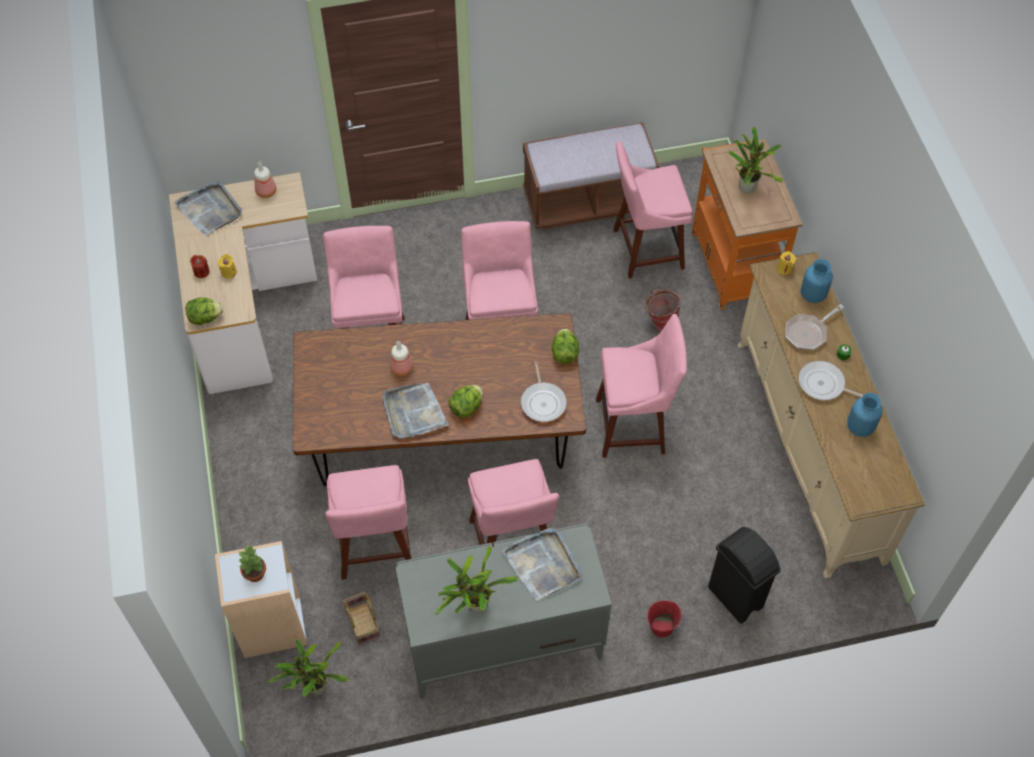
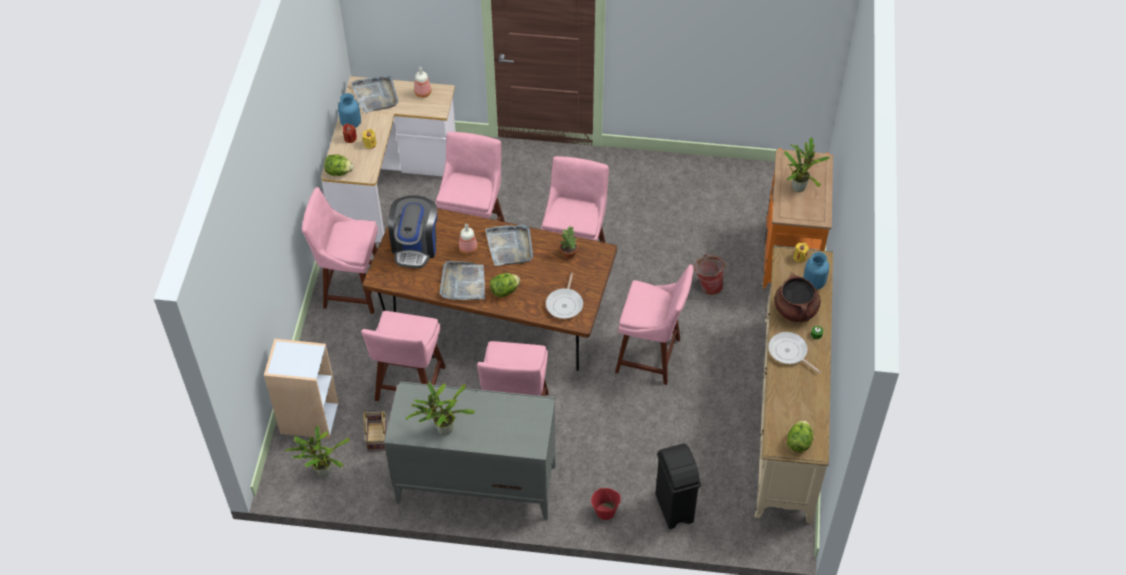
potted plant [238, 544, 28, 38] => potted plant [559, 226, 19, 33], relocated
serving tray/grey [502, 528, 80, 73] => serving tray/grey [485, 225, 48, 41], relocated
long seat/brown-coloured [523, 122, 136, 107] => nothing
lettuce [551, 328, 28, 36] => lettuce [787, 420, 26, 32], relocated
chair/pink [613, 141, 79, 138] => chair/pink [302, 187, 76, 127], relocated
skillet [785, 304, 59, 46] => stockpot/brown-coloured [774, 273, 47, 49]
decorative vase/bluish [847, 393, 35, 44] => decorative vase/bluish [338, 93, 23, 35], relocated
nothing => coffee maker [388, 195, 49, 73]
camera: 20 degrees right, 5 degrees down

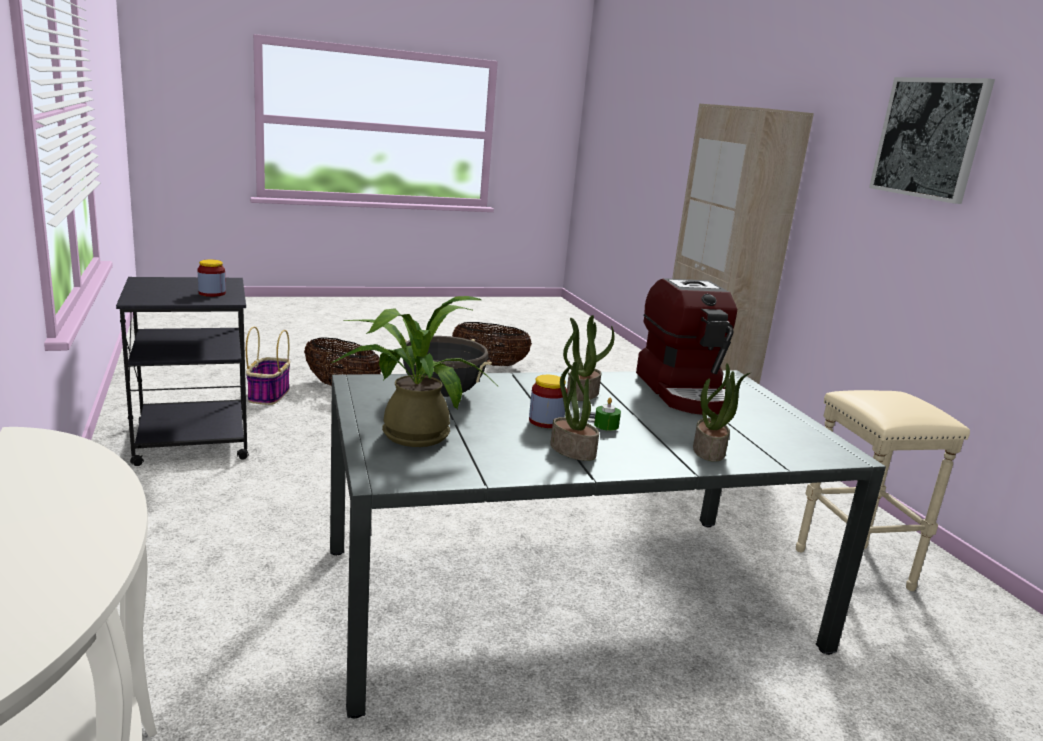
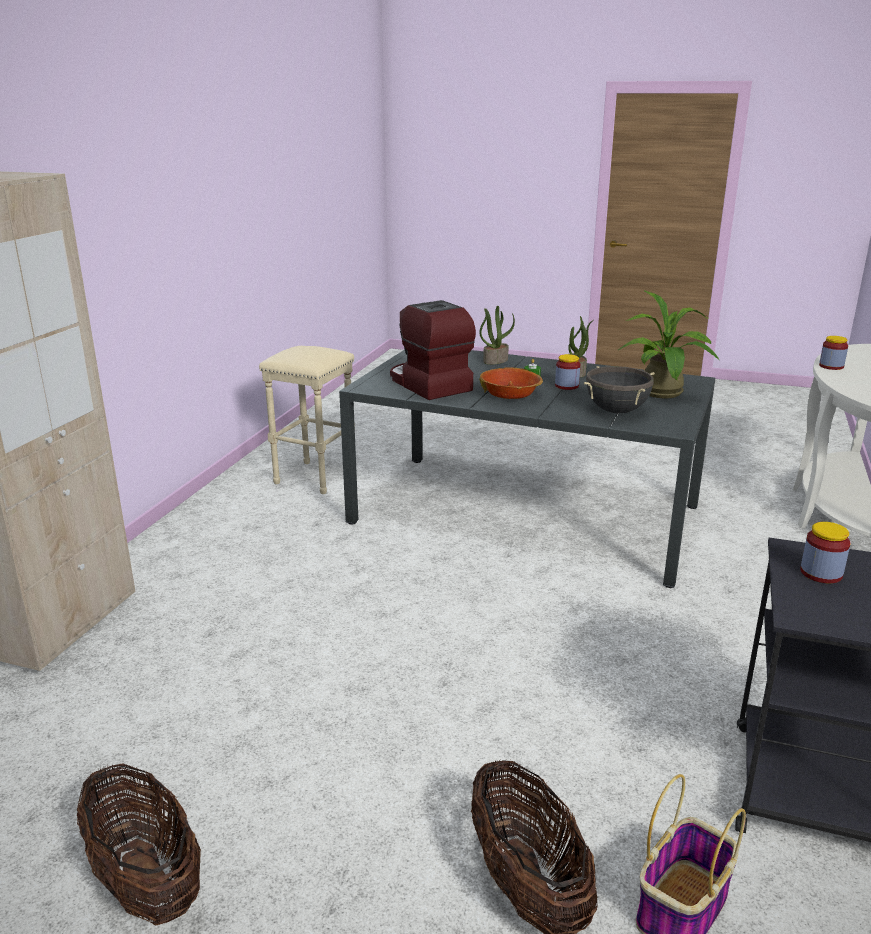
potted plant [563, 315, 51, 86] => bowl [479, 367, 64, 32]
coffee maker [636, 278, 101, 137] => coffee maker [390, 300, 86, 100], 60 degrees counterclockwise
picture [869, 77, 126, 127] => nothing
nothing => storage jar [819, 336, 29, 34]
camera: 140 degrees left, 5 degrees up

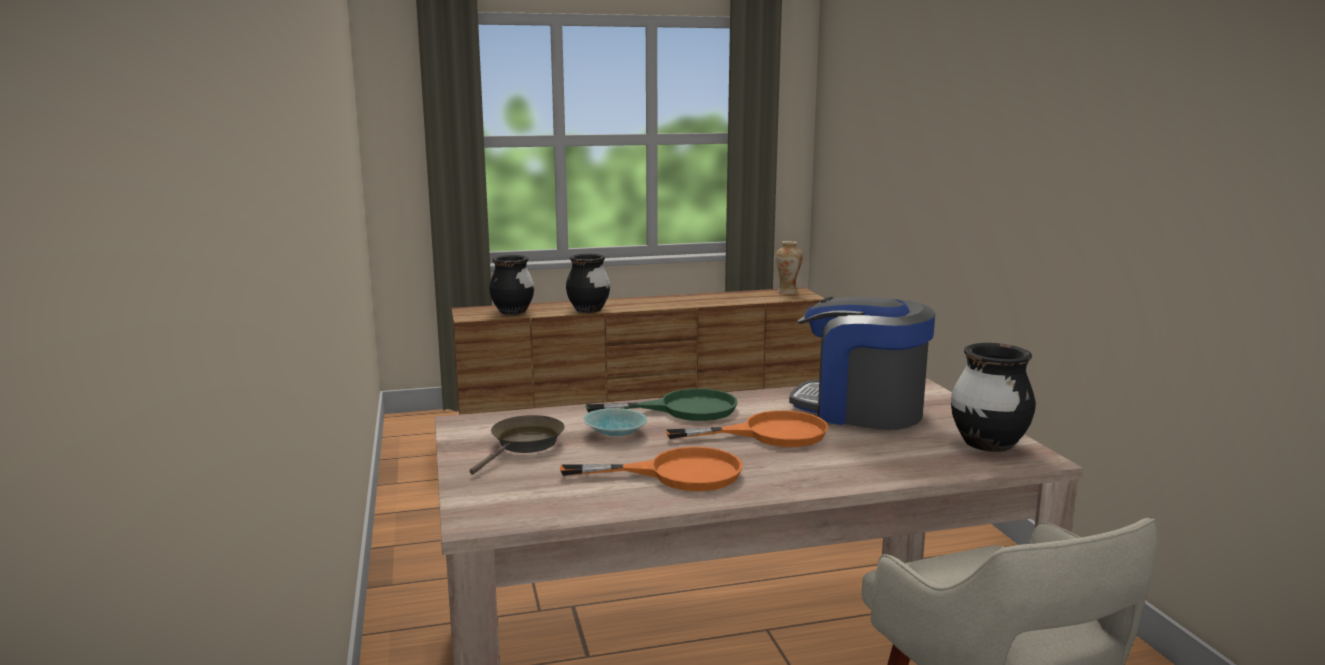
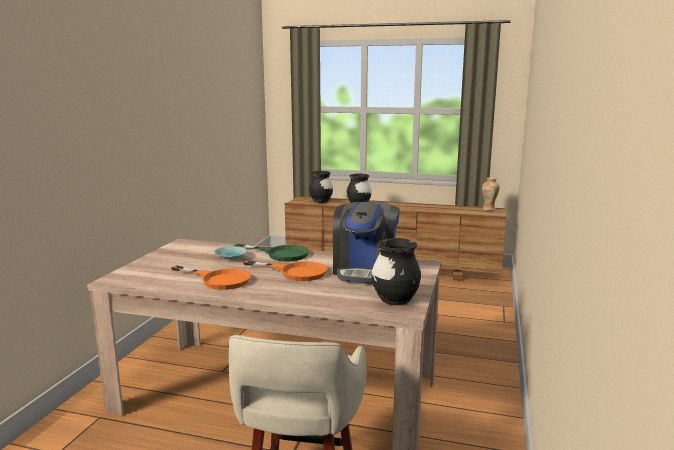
skillet/brown-coloured [469, 415, 96, 60] => nothing
coffee maker [789, 297, 146, 133] => coffee maker [333, 202, 67, 81], 135 degrees counterclockwise
camera: 30 degrees right, 0 degrees up

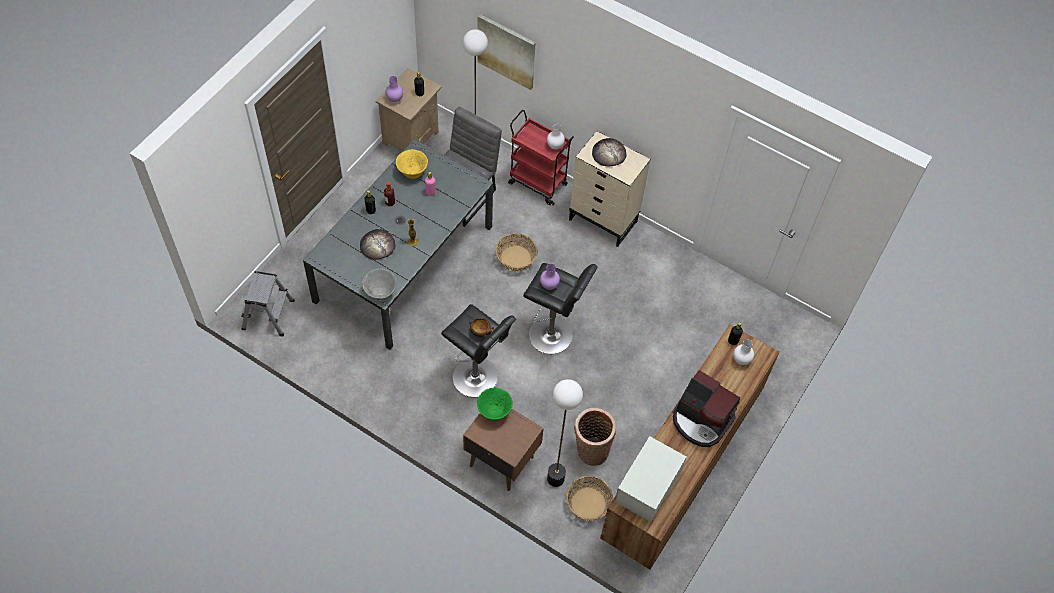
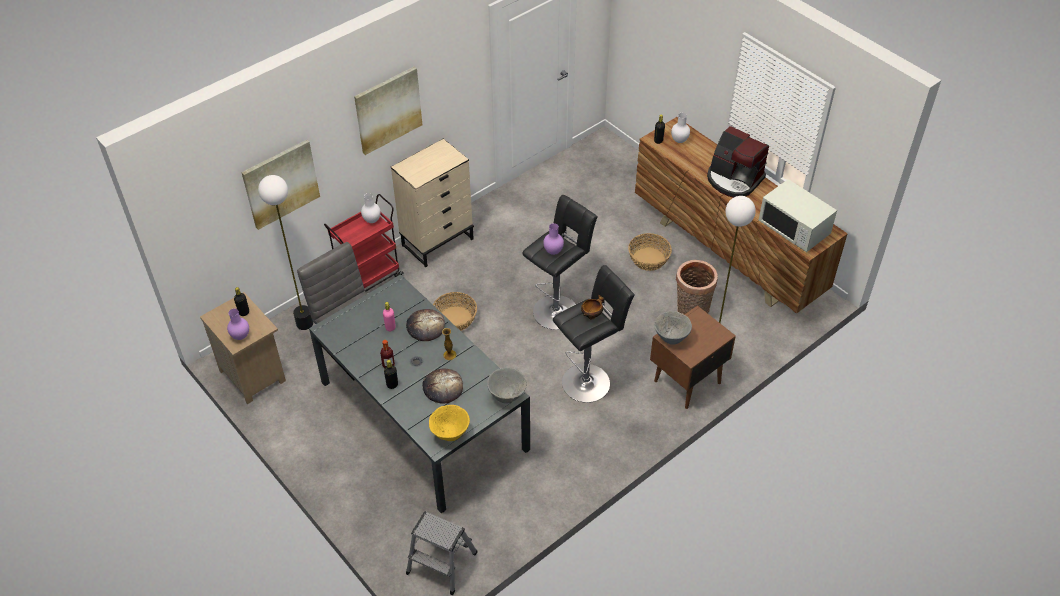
bowl/yellowish [396, 149, 32, 30] => bowl/yellowish [429, 405, 41, 36], relocated
bowl/greenish [477, 388, 36, 33] => bowl/grey [654, 311, 38, 34]
storage basket [566, 476, 47, 45] => storage basket [628, 233, 44, 38], relocated
bread [592, 138, 34, 29] => bread [406, 309, 39, 32], relocated
coffee maker [673, 370, 67, 77] => coffee maker [707, 126, 62, 72], 75 degrees clockwise
nothing => picture [354, 67, 68, 88]
camera: 70 degrees left, 10 degrees down

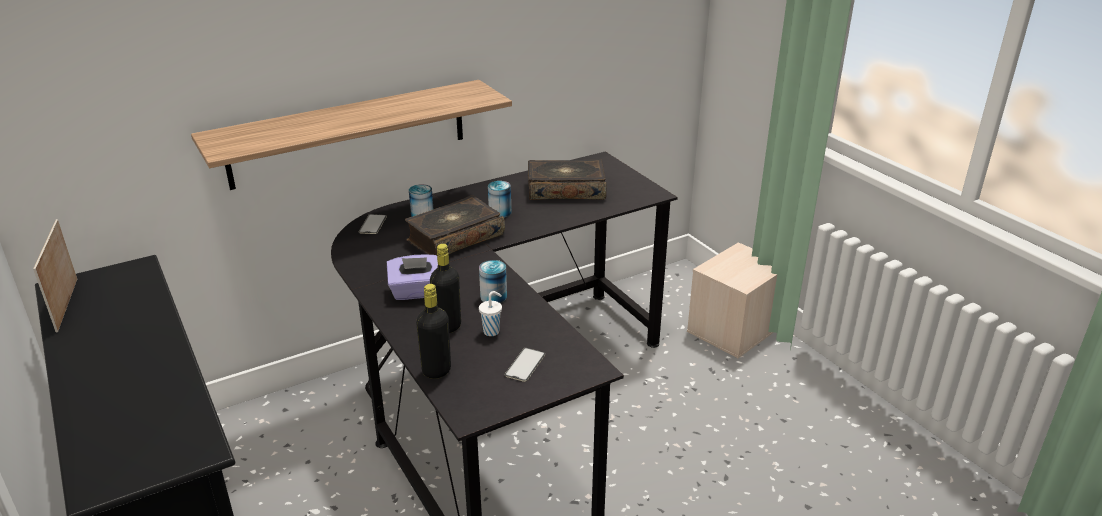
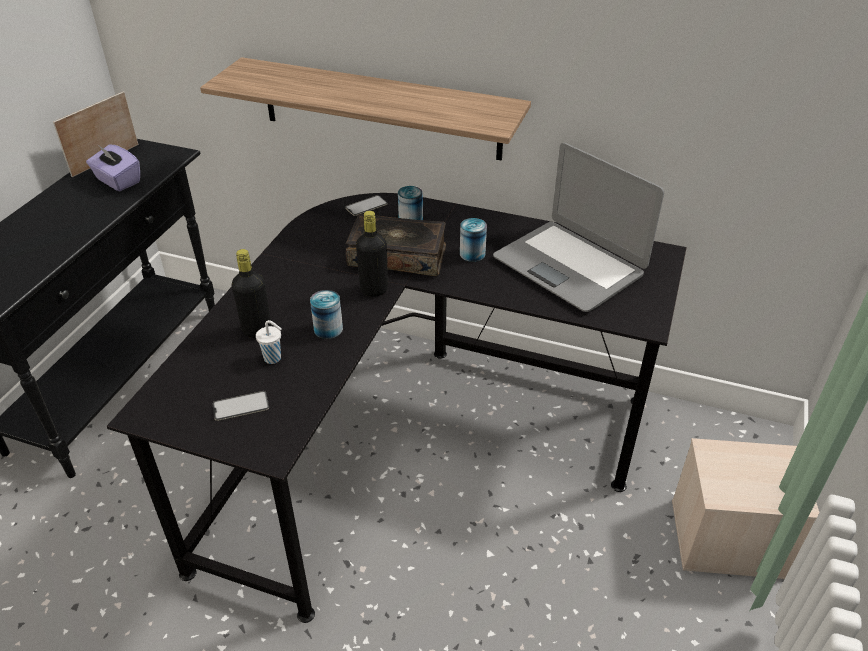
tissue holder/purple-coloured [387, 255, 51, 45] => tissue holder/purple-coloured [86, 145, 54, 46], relocated
bottle/black-coloured [416, 284, 35, 95] => bottle/black-coloured [356, 211, 32, 86], relocated
book [528, 159, 78, 41] => portable computer [493, 143, 171, 169]
camera: 50 degrees right, 10 degrees up

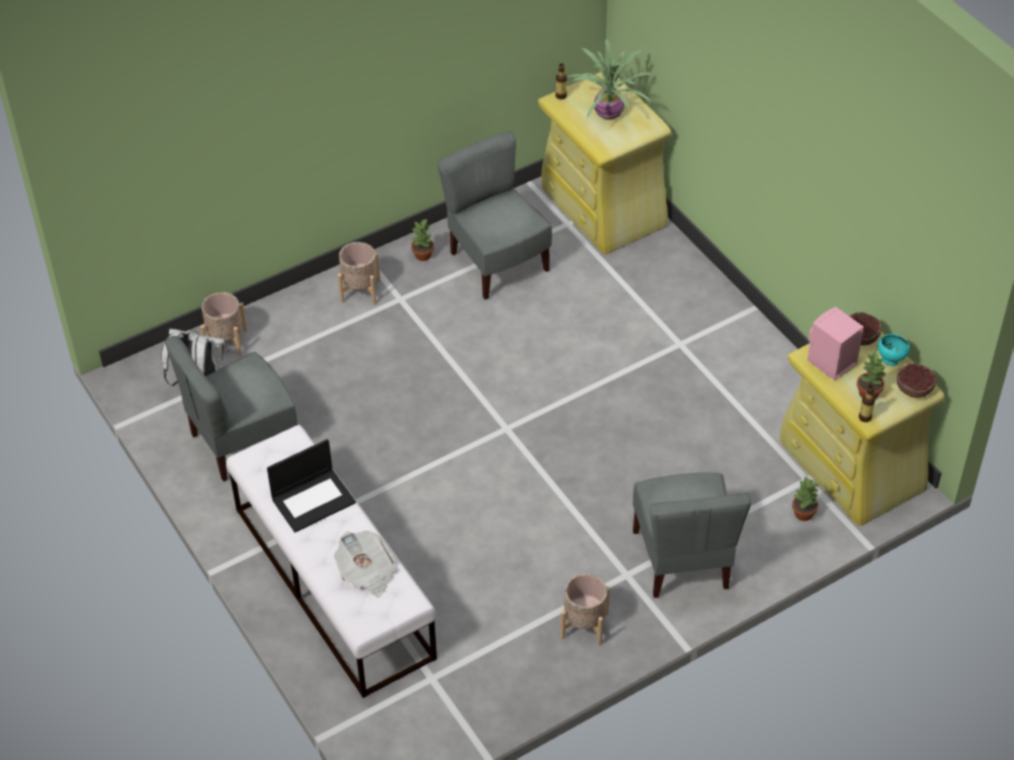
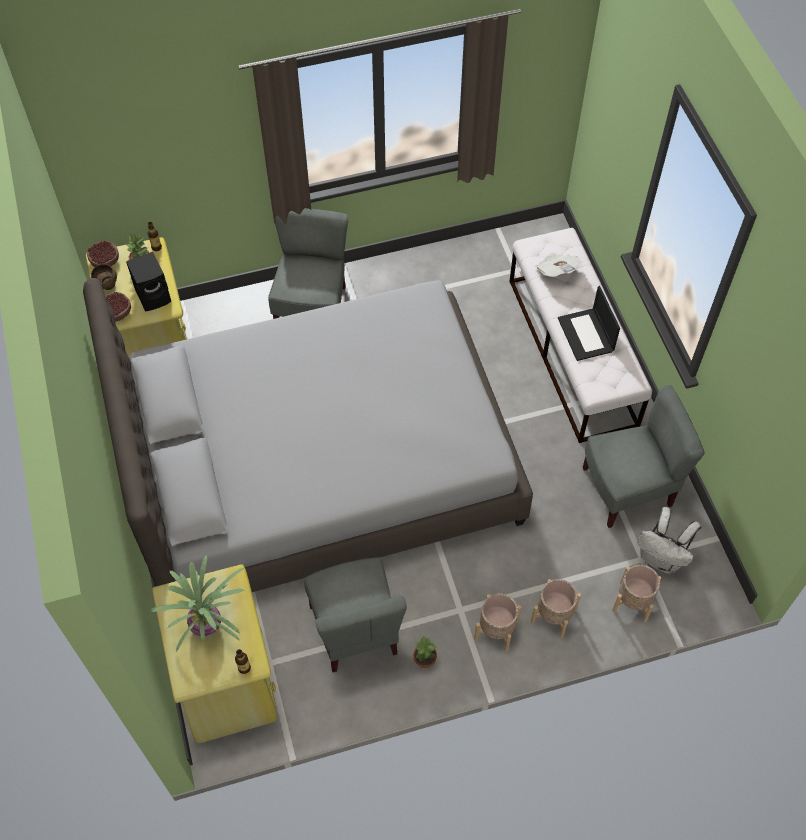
portable computer [267, 439, 89, 93] => portable computer [558, 286, 62, 75], 90 degrees counterclockwise
flower pot/sand-coloured [560, 574, 50, 72] => flower pot/sand-coloured [531, 579, 50, 59], relocated
potted plant [792, 476, 28, 45] => nothing
speaker/pink [807, 307, 57, 73] => speaker/black-coloured [126, 252, 45, 60]
bowl/turquoise [878, 334, 32, 32] => bowl/brown-coloured [91, 264, 26, 26]
nothing => sleeping bed/grey [83, 278, 450, 314]
camera: 165 degrees left, 10 degrees up

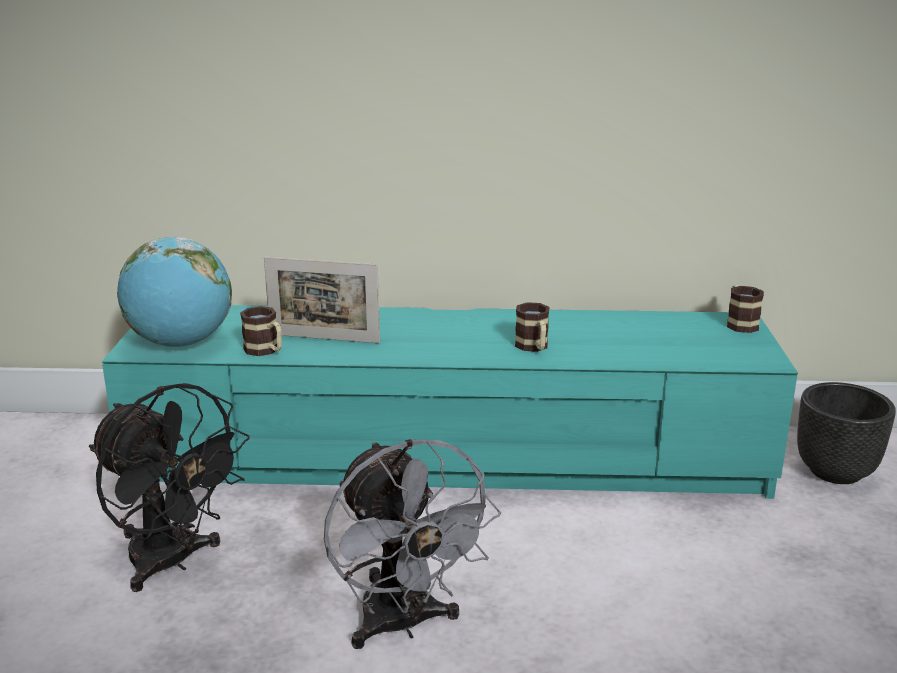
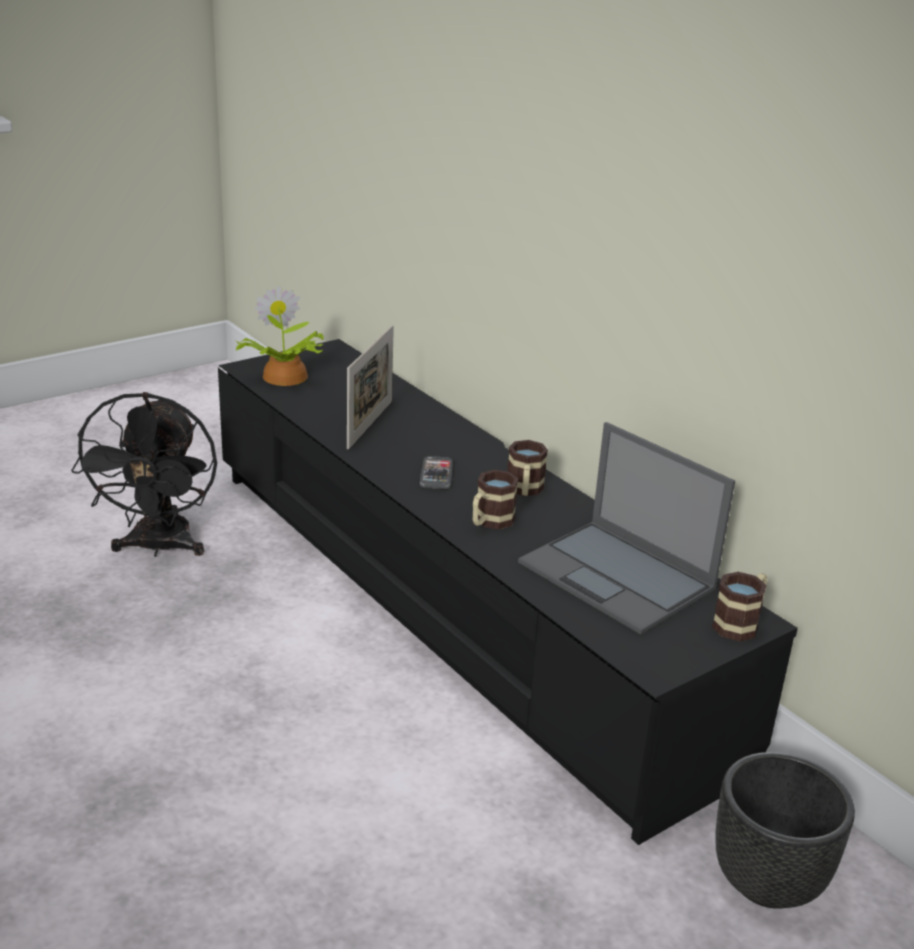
media console/turquoise [102, 305, 696, 194] => media console/black-coloured [218, 339, 580, 506]
desk globe [117, 237, 115, 110] => potted plant [236, 286, 88, 100]
tea mug [240, 306, 42, 50] => tea mug [507, 440, 41, 56], relocated
photo frame [264, 257, 116, 86] => photo frame [347, 325, 47, 125], 135 degrees counterclockwise
electric fan/grey [324, 439, 177, 210] => nothing
nothing => telephone [420, 456, 33, 33]
nothing => portable computer [518, 422, 217, 213]
camera: 50 degrees right, 5 degrees up

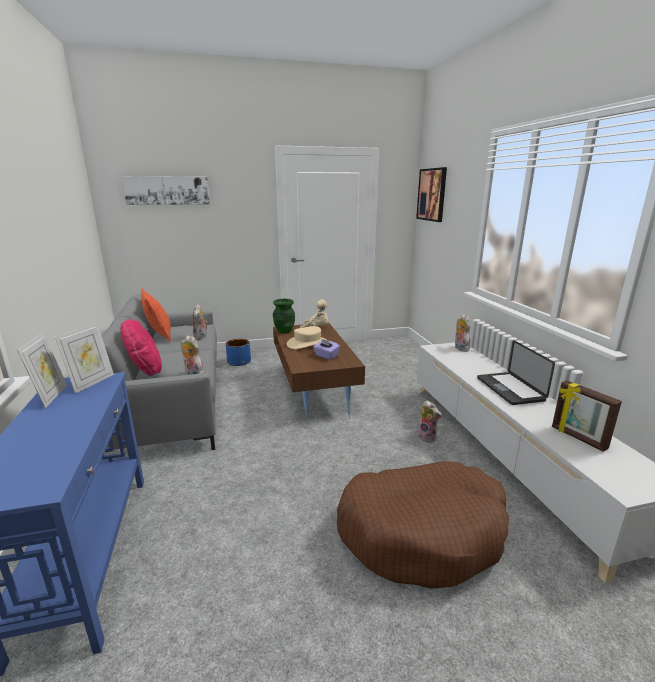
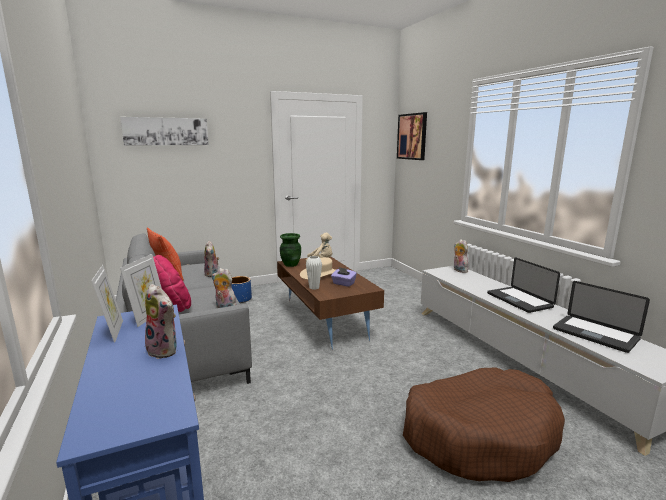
soft toy [416, 400, 26, 43] => soft toy [145, 284, 32, 75], relocated
photo frame [552, 380, 70, 72] => portable computer [553, 281, 97, 72]
nothing => decorative vase/white-coloured [306, 256, 16, 34]
camera: 10 degrees left, 5 degrees down

